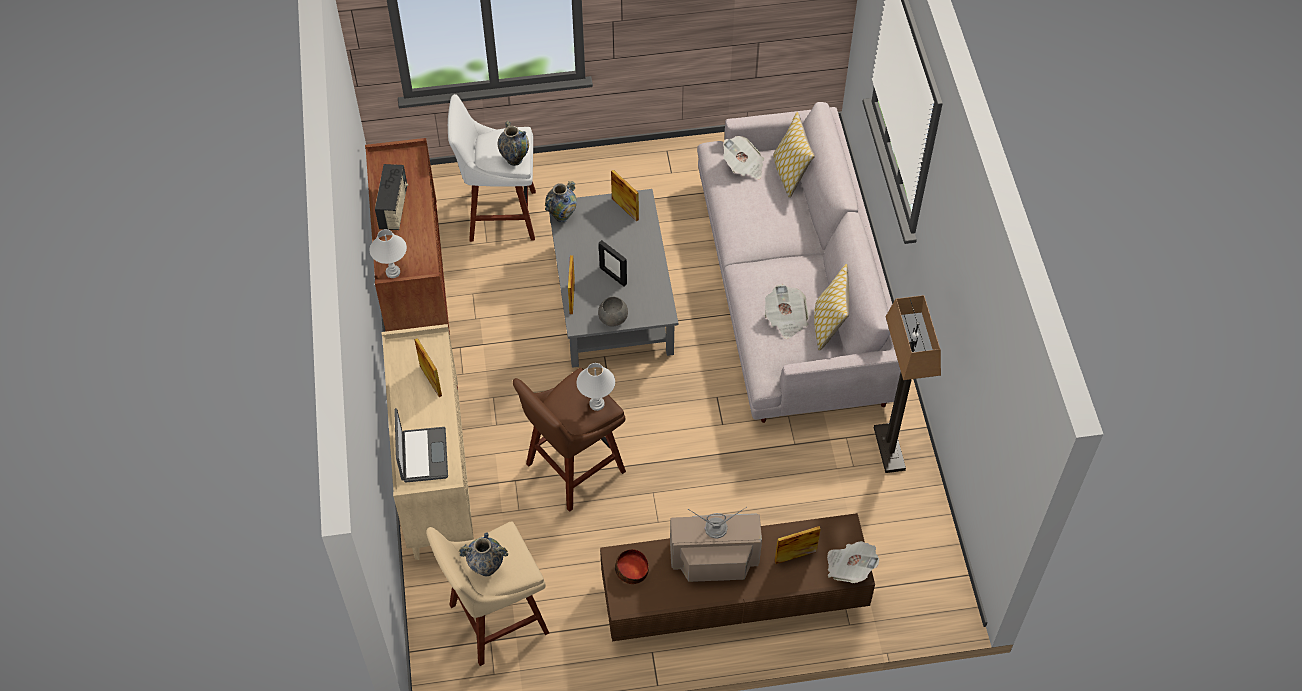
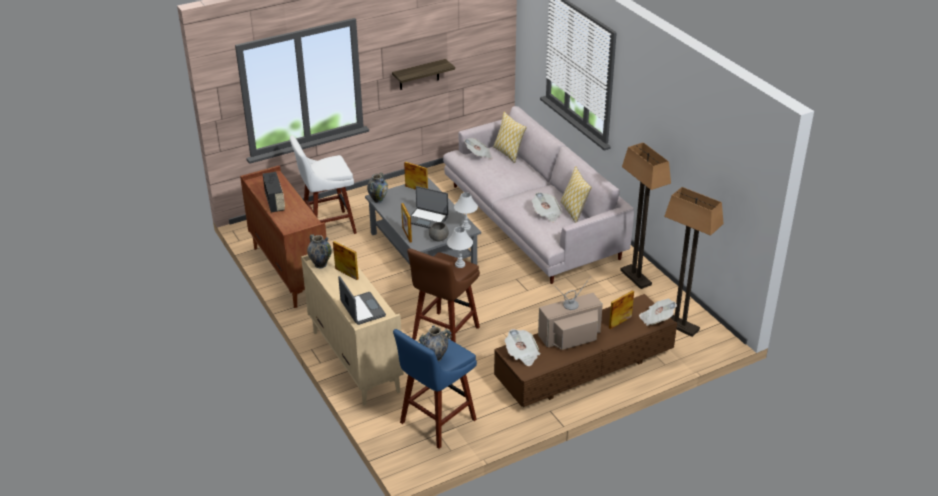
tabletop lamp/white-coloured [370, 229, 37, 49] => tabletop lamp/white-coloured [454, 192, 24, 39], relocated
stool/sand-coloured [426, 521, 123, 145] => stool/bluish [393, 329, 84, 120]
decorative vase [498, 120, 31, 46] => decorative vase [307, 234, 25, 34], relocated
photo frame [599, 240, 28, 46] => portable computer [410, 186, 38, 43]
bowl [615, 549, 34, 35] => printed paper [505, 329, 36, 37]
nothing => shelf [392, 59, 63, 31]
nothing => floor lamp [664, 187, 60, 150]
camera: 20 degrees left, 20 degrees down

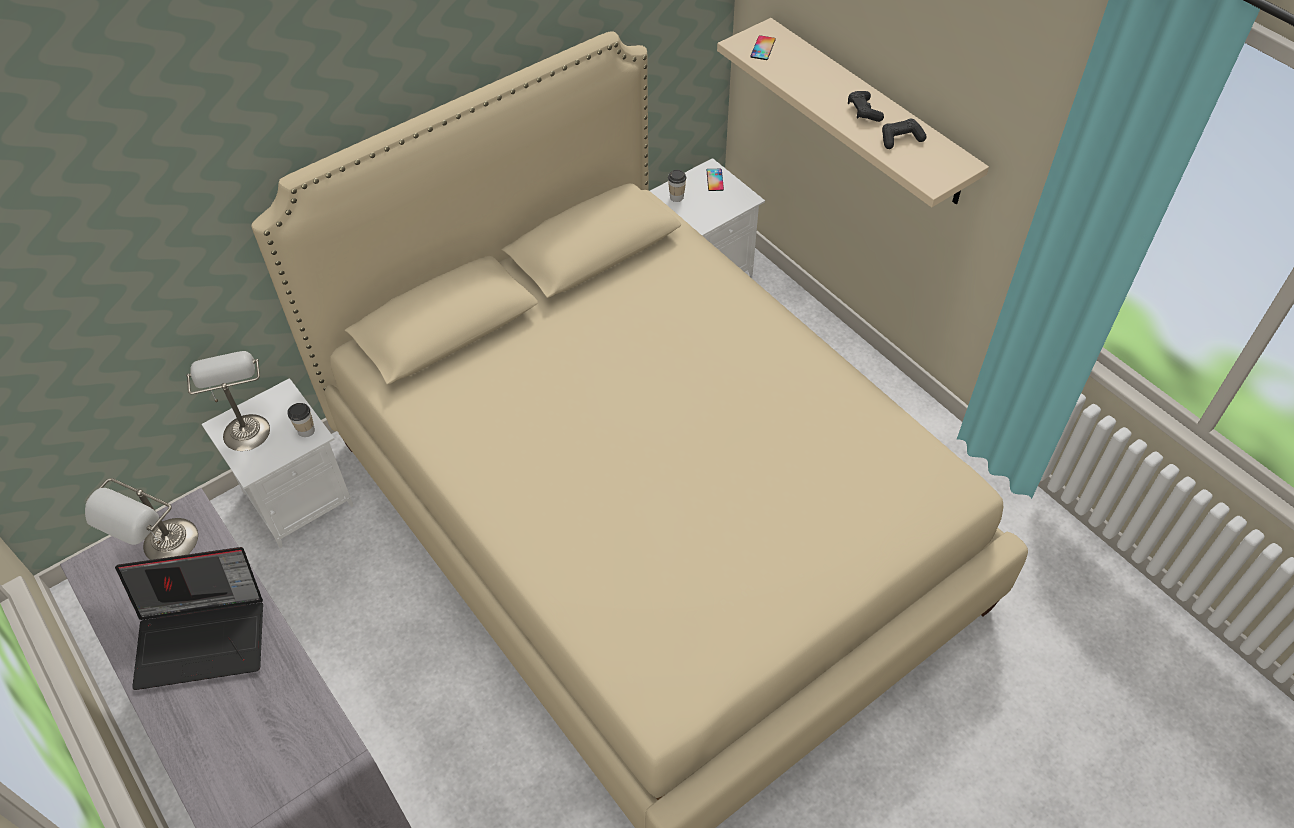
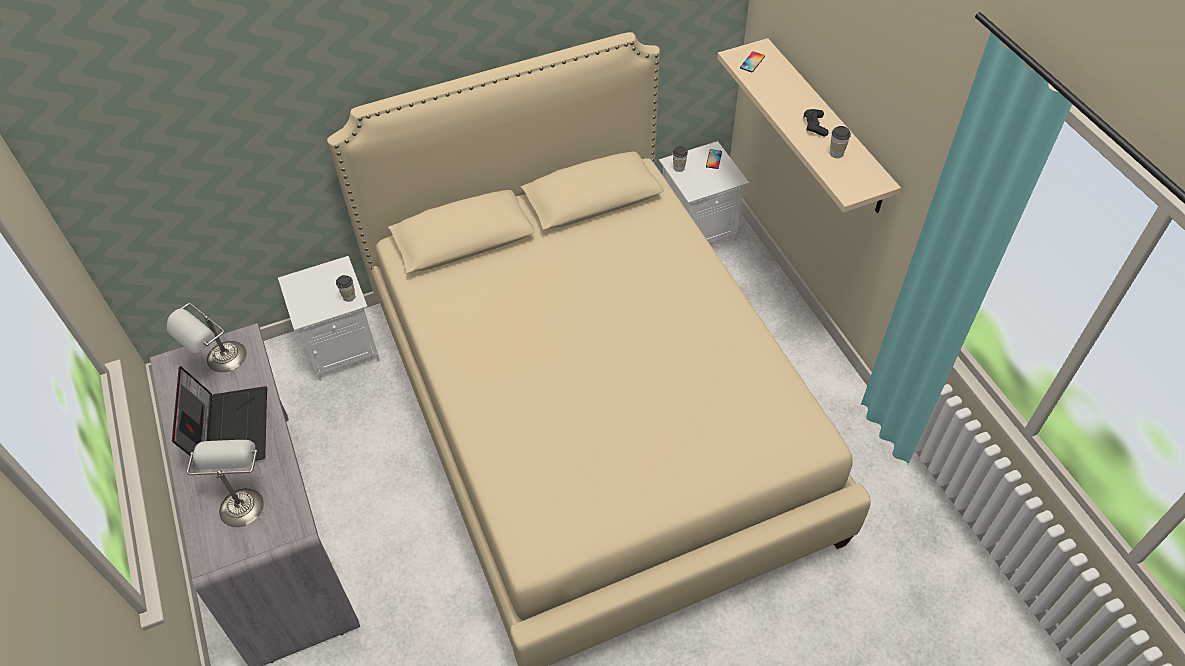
portable computer [115, 547, 148, 143] => portable computer [172, 366, 95, 95], 105 degrees counterclockwise
tabletop lamp/white-coloured [186, 351, 84, 100] => tabletop lamp/white-coloured [187, 440, 77, 87], relocated
game controller/black-coloured [882, 119, 45, 30] => small cup [830, 126, 21, 32]
camera: 15 degrees right, 0 degrees up

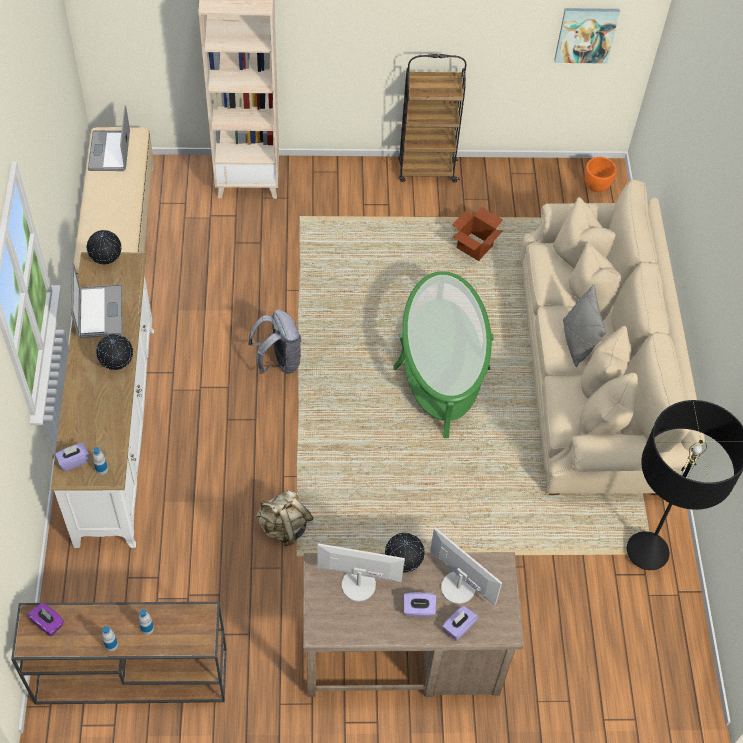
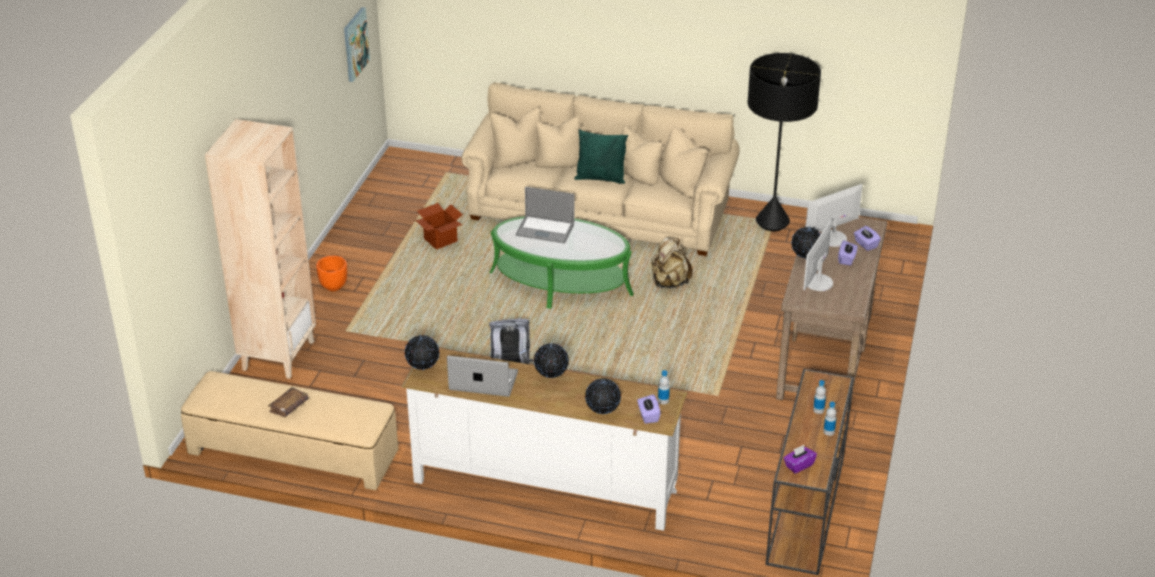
portable computer [88, 105, 42, 66] => portable computer [516, 187, 59, 57], relocated
backpack/sand-coloured [256, 490, 58, 56] => backpack/sand-coloured [651, 238, 42, 50], relocated
trolley/brown-coloured [398, 54, 68, 129] => nothing
throw pillow/grey [563, 284, 43, 83] => throw pillow/greenish [574, 129, 54, 55]
flower pot/orangey [584, 157, 33, 35] => flower pot/orangey [316, 256, 31, 35], relocated
nothing => book/brown-coloured [268, 387, 41, 30]
nothing => desk globe [585, 378, 36, 37]
camera: 70 degrees left, 20 degrees down

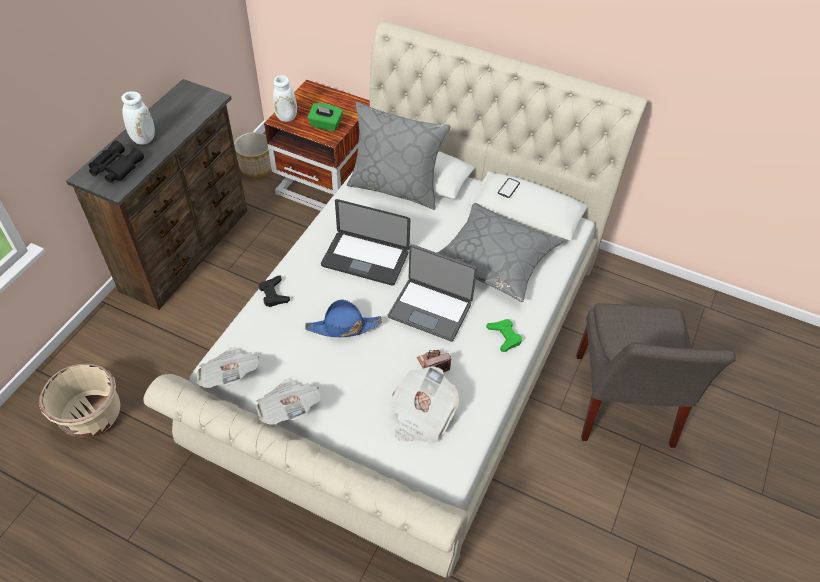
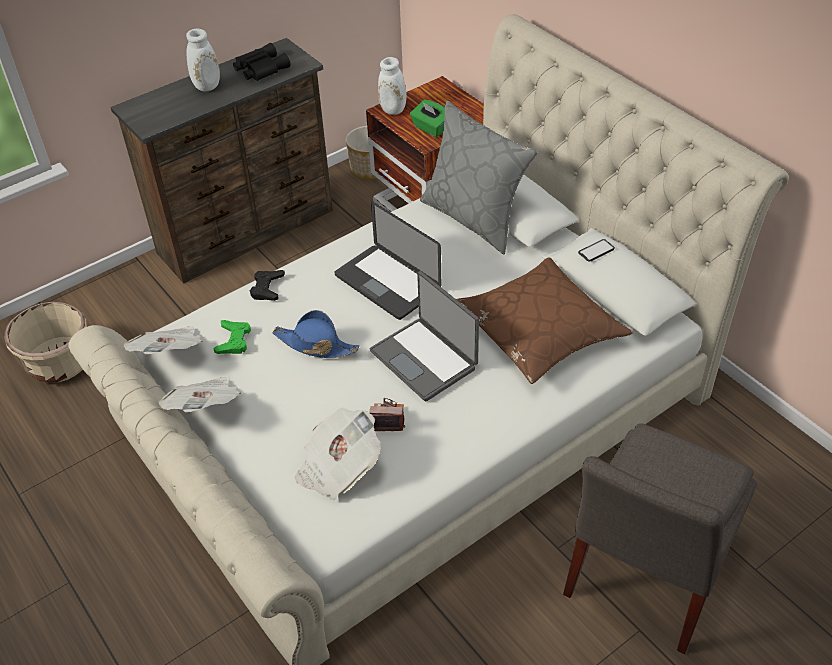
binoculars/black-coloured [89, 141, 55, 42] => binoculars/black-coloured [233, 43, 58, 38], relocated
throw pillow/grey [437, 203, 126, 99] => throw pillow/brown-coloured [456, 257, 177, 127]
game controller/greenish [486, 319, 36, 33] => game controller/greenish [214, 320, 37, 34], relocated
camera: 30 degrees right, 5 degrees down

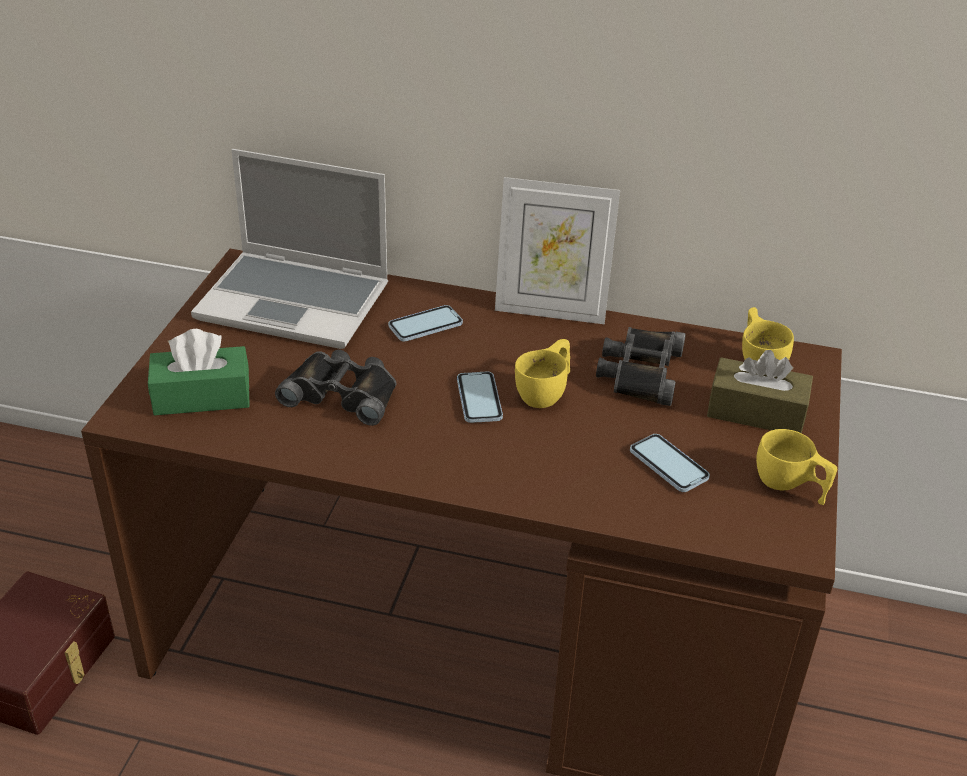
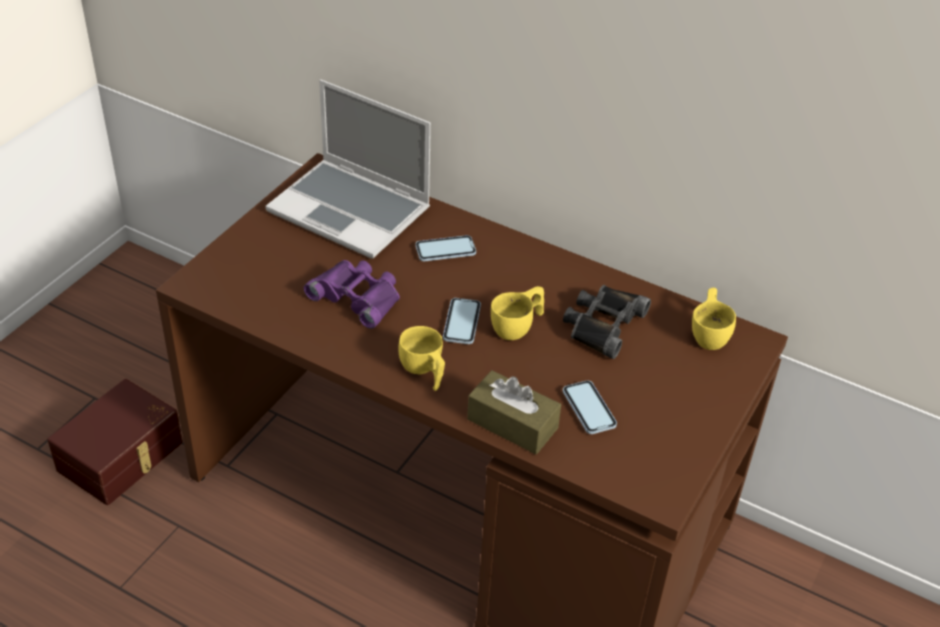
tissue holder/greenish [148, 329, 102, 86] => nothing
binoculars/black-coloured [275, 350, 122, 76] => binoculars/purple-coloured [304, 260, 96, 69]
photo frame [495, 177, 125, 147] => nothing
tissue holder/brown-coloured [707, 350, 106, 83] => tissue holder/brown-coloured [467, 370, 94, 84], relocated
small cup/yellowish [756, 429, 82, 76] => small cup/yellowish [398, 326, 47, 65], relocated
camera: 15 degrees right, 5 degrees up

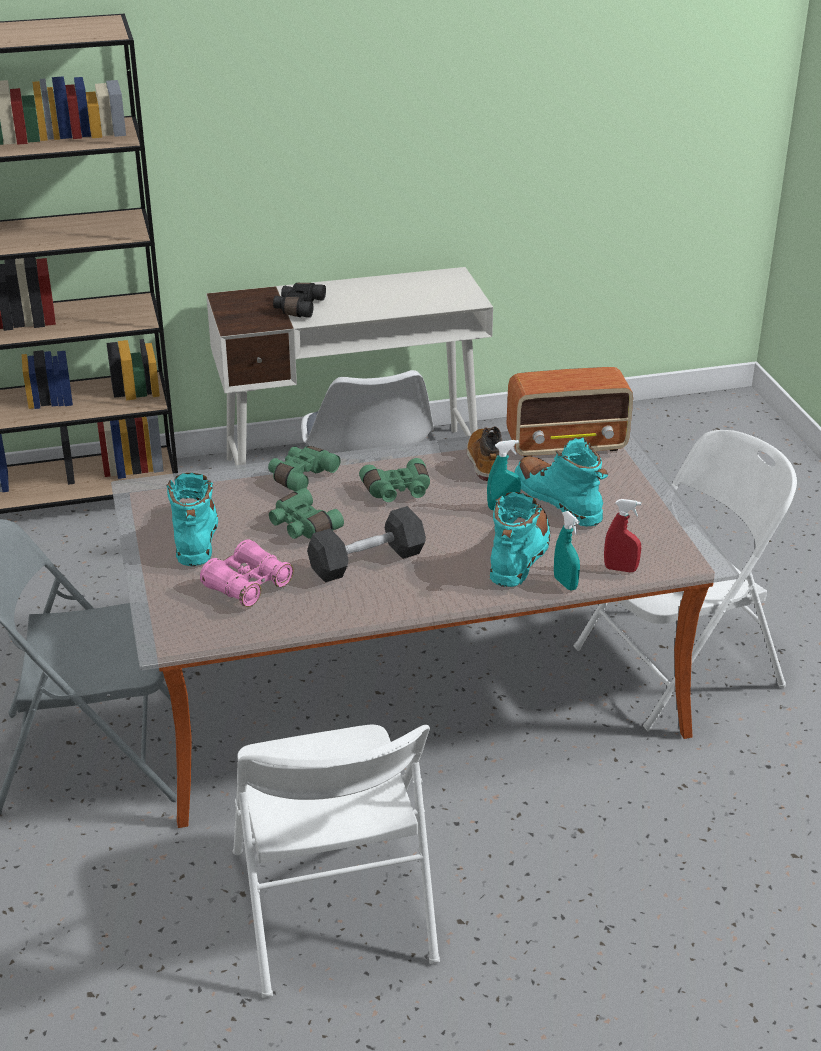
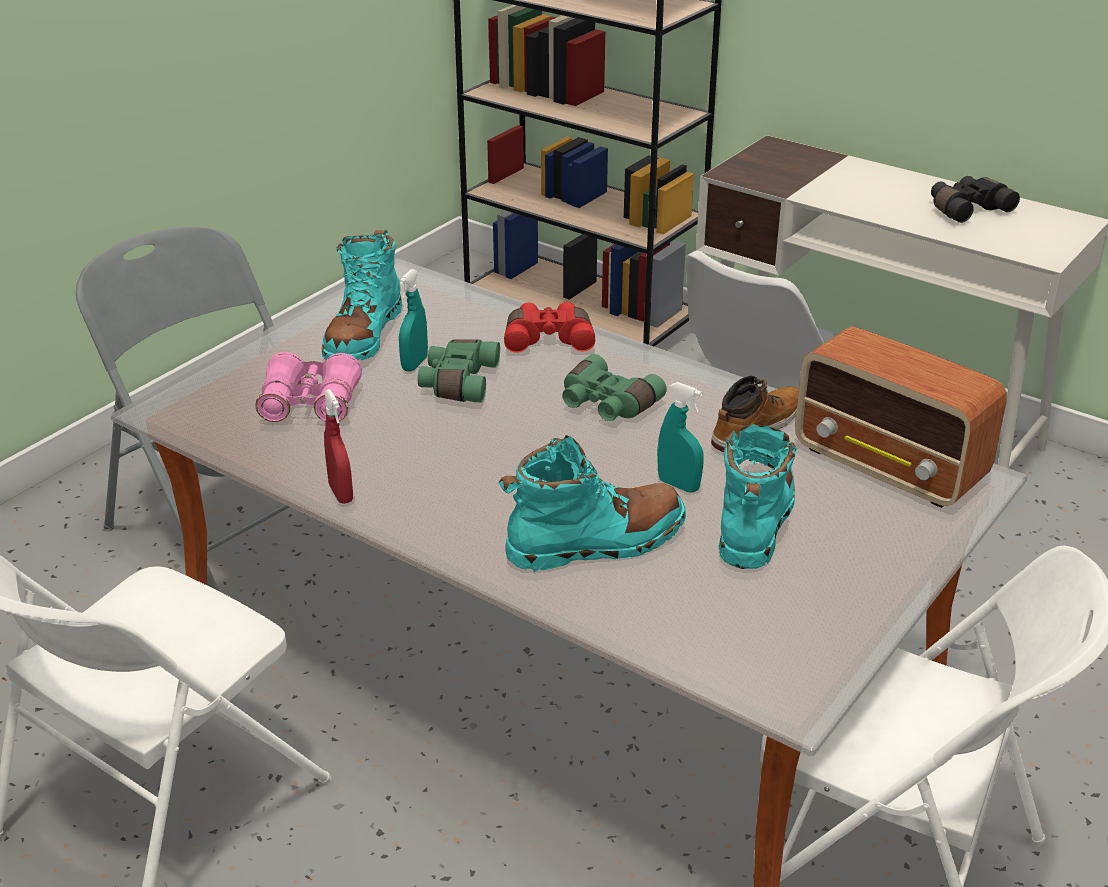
boot/turquoise [166, 473, 52, 93] => boot/turquoise [322, 230, 80, 131], 150 degrees clockwise
binoculars/greenish [268, 446, 72, 46] => binoculars/reddish [504, 302, 91, 51]
binoculars/black-coloured [273, 283, 53, 35] => binoculars/black-coloured [931, 176, 89, 47], relocated
dumbbell/grey [307, 506, 119, 77] => nothing
sprayer/turquoise [554, 511, 26, 79] => sprayer/turquoise [399, 269, 29, 103], relocated
sprayer/reddish [604, 499, 37, 73] => sprayer/reddish [324, 389, 29, 115], relocated
camera: 50 degrees right, 0 degrees up

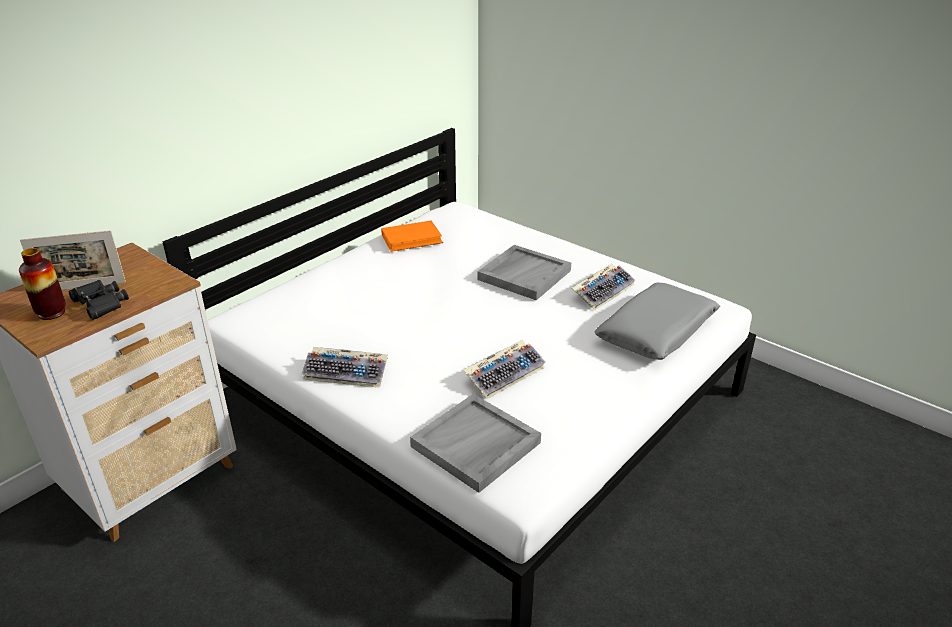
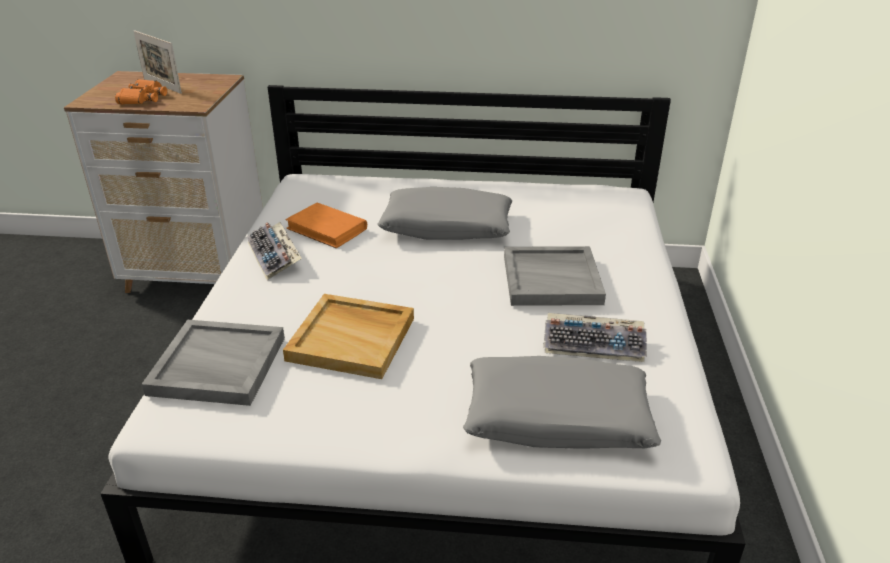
decorative vase [19, 248, 47, 72] => nothing
binoculars/black-coloured [68, 280, 61, 40] => binoculars/orangey [115, 79, 52, 25]
book/orangey [381, 221, 62, 31] => book/orangey [285, 202, 82, 46], relocated
keyboard [464, 340, 82, 59] => serving tray/sand-coloured [283, 294, 131, 85]
nothing => throw pillow/grey [377, 187, 135, 53]
camera: 55 degrees right, 0 degrees up

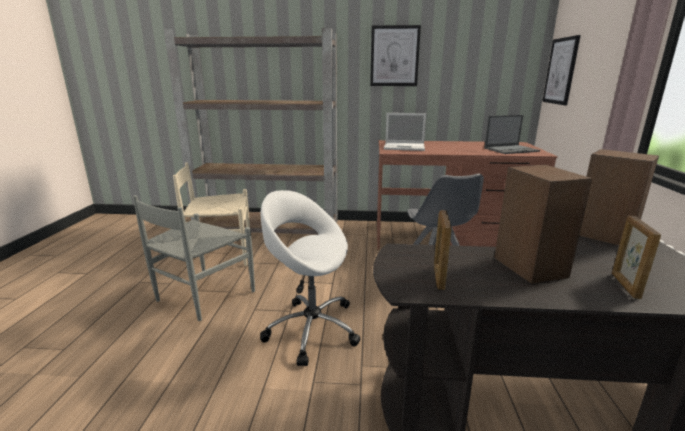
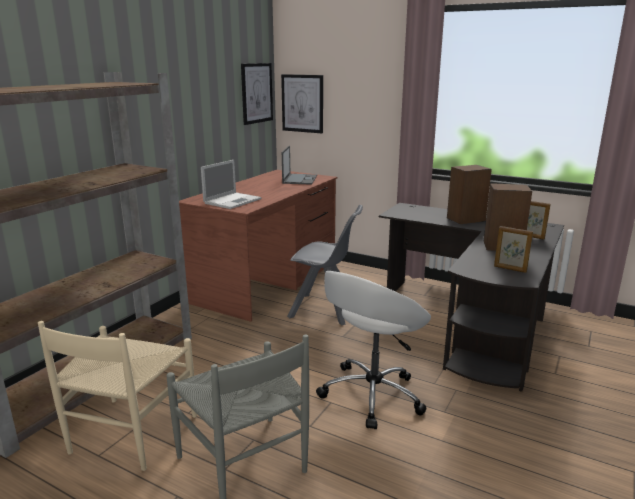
picture [370, 25, 51, 61] => picture [241, 63, 32, 62], relocated
camera: 65 degrees left, 0 degrees up

